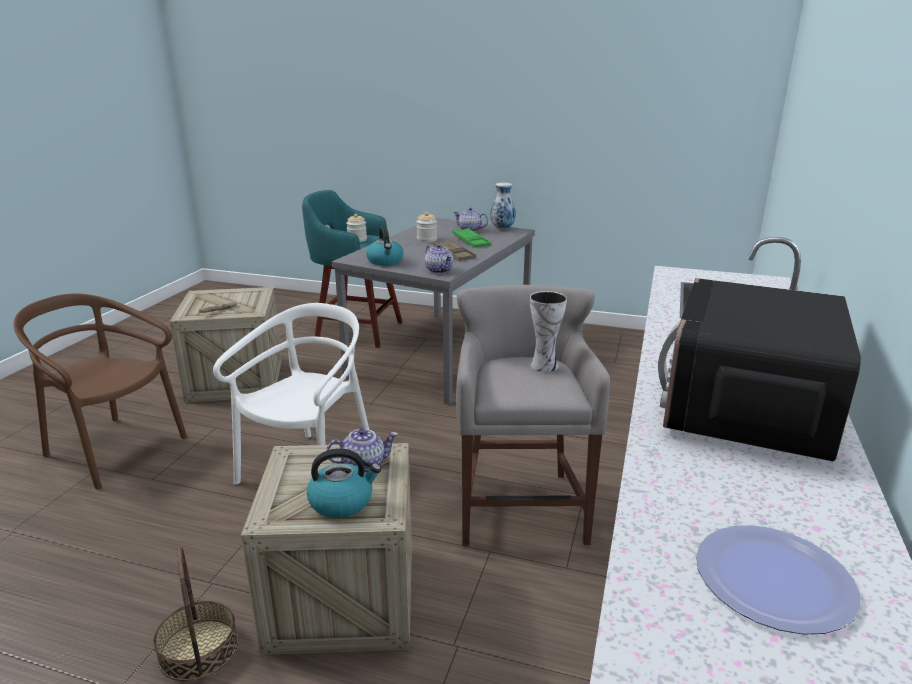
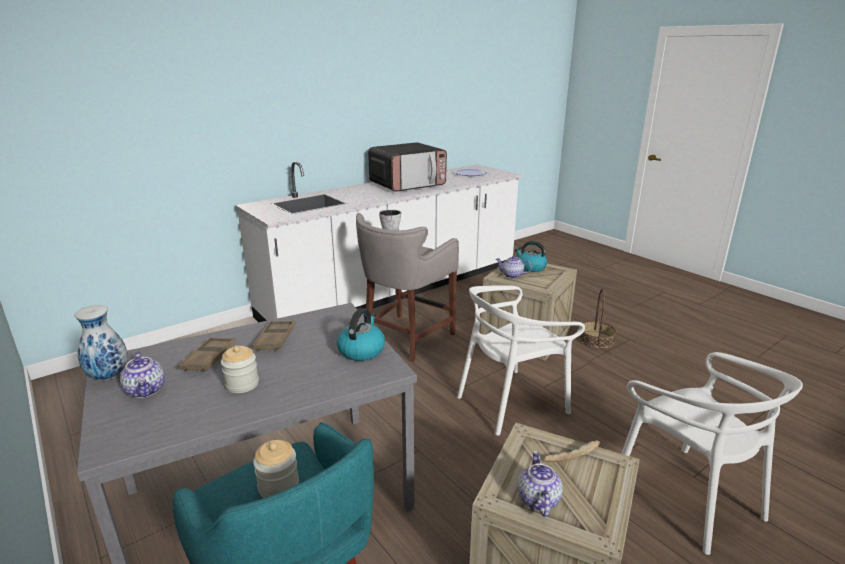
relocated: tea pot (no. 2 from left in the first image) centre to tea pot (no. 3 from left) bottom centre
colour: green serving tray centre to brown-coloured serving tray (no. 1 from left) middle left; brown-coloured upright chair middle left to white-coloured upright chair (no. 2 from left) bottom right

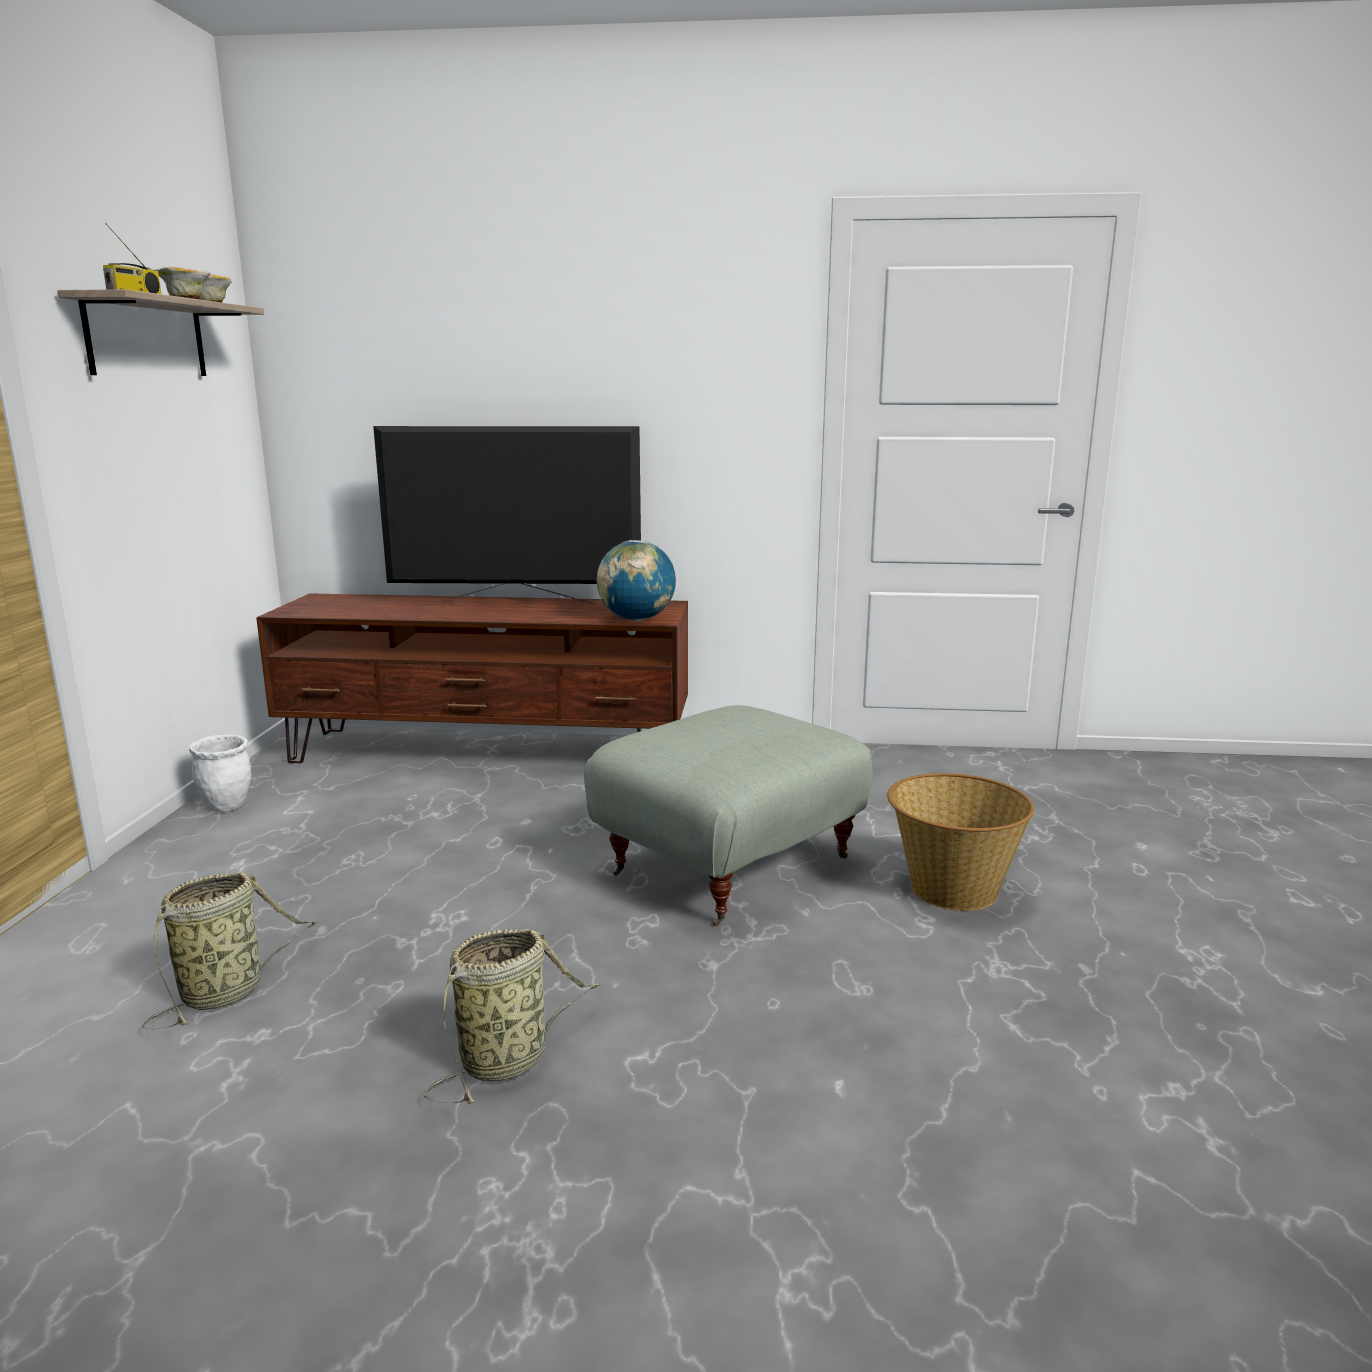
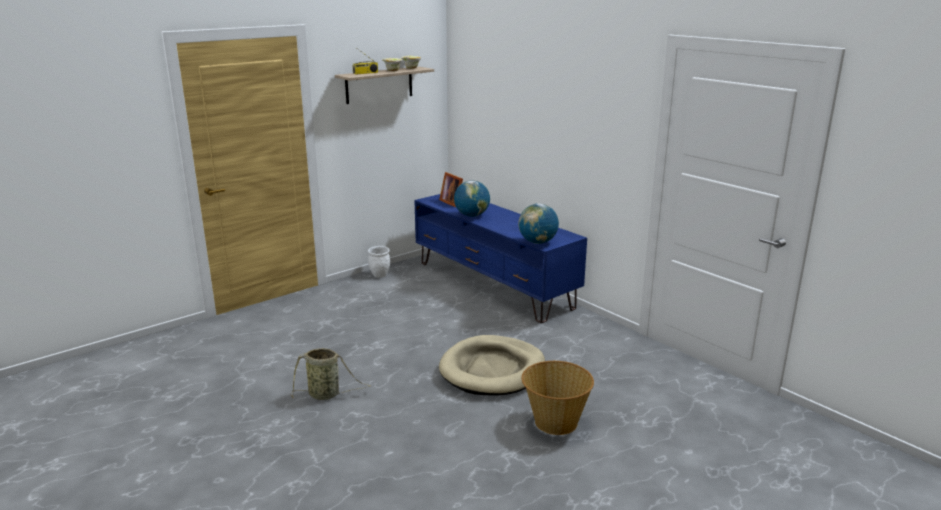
missing: storage basket (no. 1 from left) bottom left; television centre
appeared: photo frame centre; desk globe (no. 1 from left) centre
exchanged: gray ottoman centre to sand-coloured pet bed bottom centre
colour: brown-coloured media console centre to blue-coloured media console centre

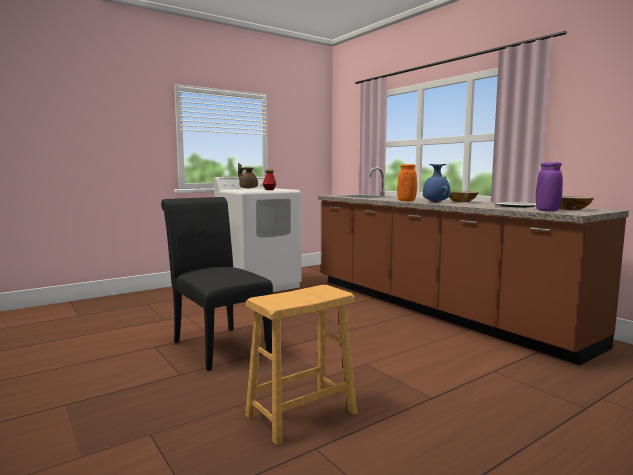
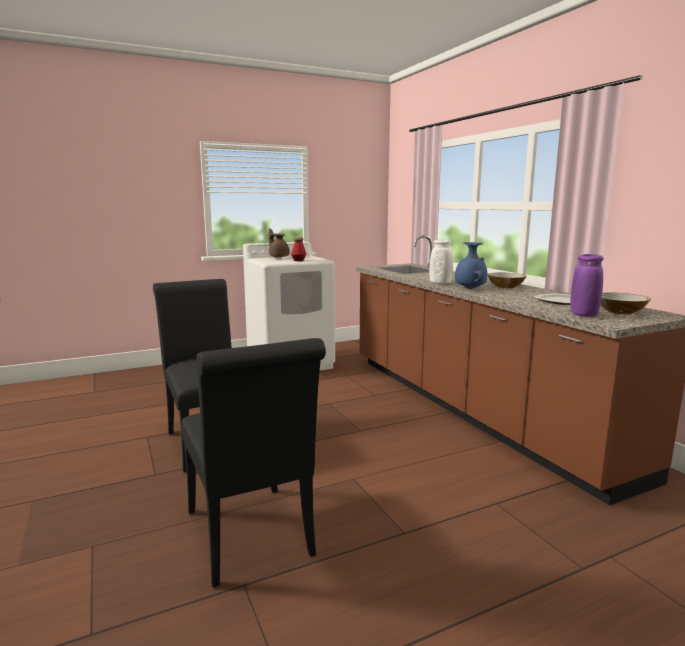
exchanged: brown-coloured stool seat bottom centre to blackish upright chair (no. 2 from left) bottom centre
colour: orange-coloured vase centre to white-coloured vase centre

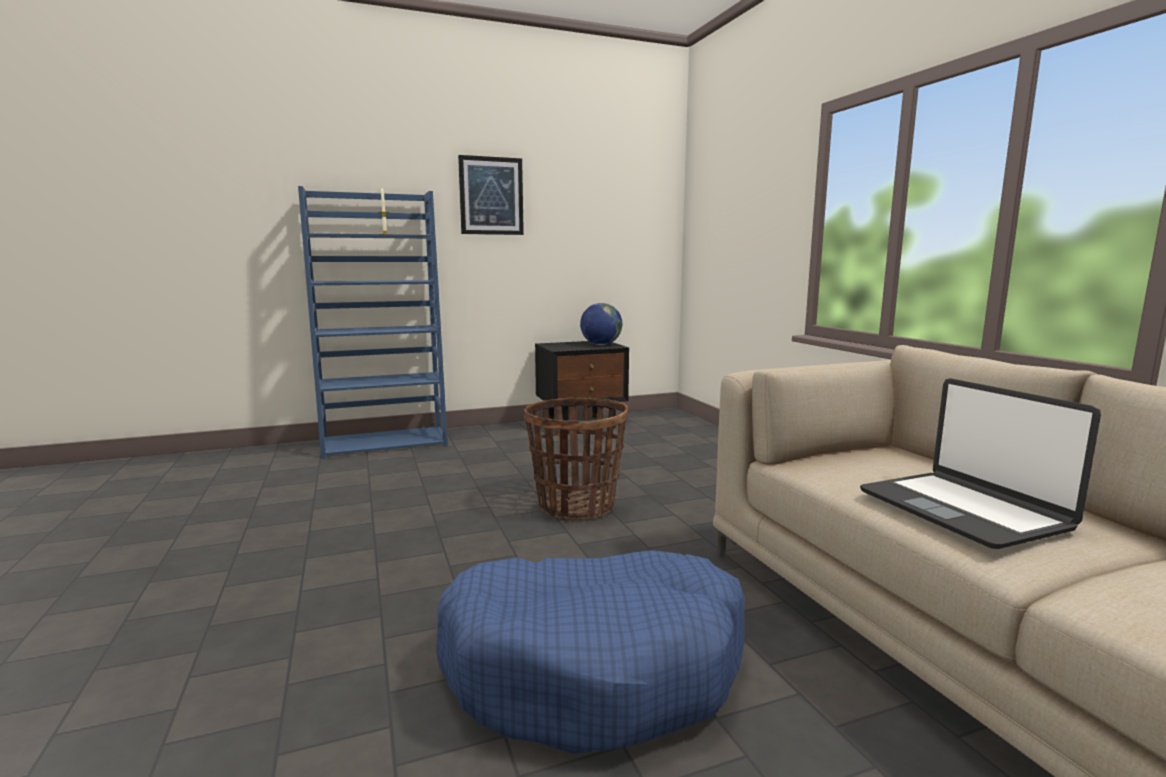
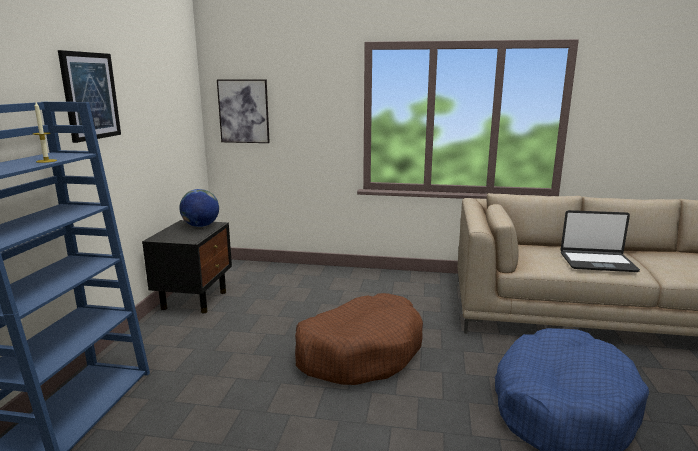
appeared: wall picture (no. 2 from left) top centre
exchanged: storage basket centre to brown-coloured pet bed bottom centre

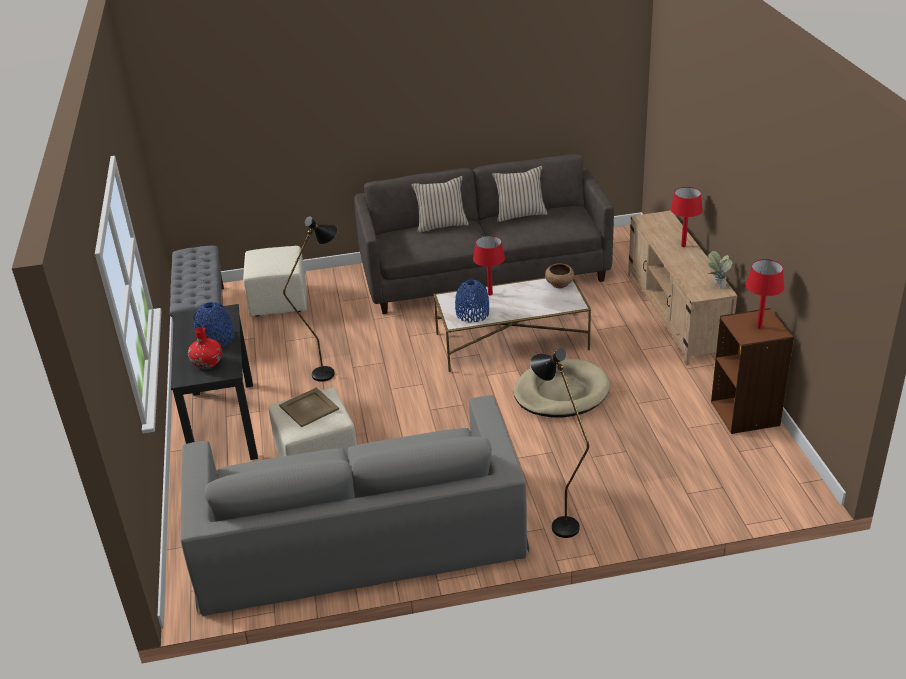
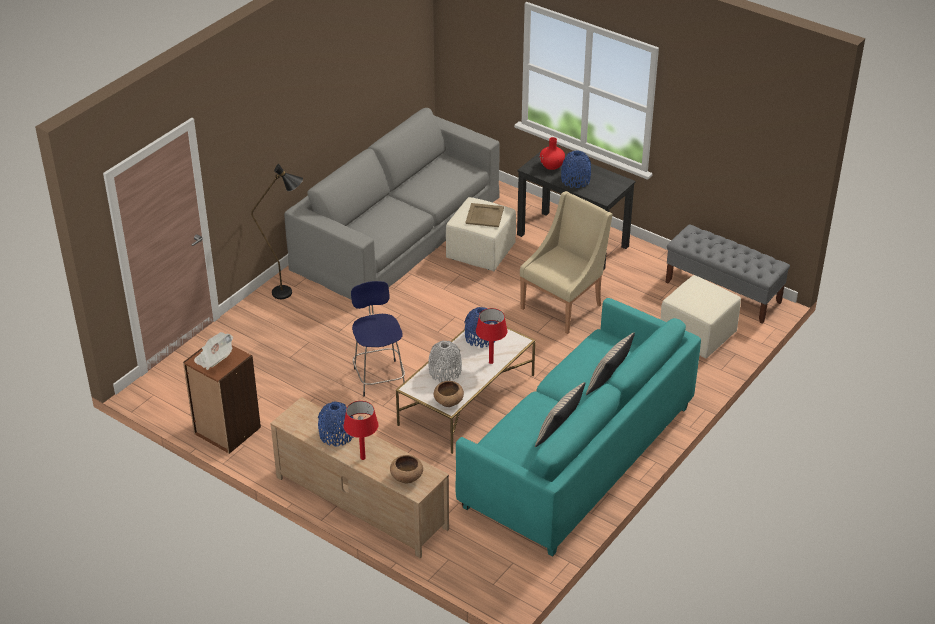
missing: plant in a pot middle right
appeared: blue-coloured vase (no. 1 from left) bottom centre; brown-coloured deep dish (no. 1 from left) bottom centre; gray vase centre
exchanged: red-coloured lamp for a table (no. 3 from left) middle right to daily paper middle left; sand-coloured pet bed centre to blue-coloured stool seat centre; blackish standard lamp (no. 1 from left) centre to sand-coloured lounge chair centre
colour: gray couch (no. 2 from left) centre to turquoise-coloured couch bottom centre

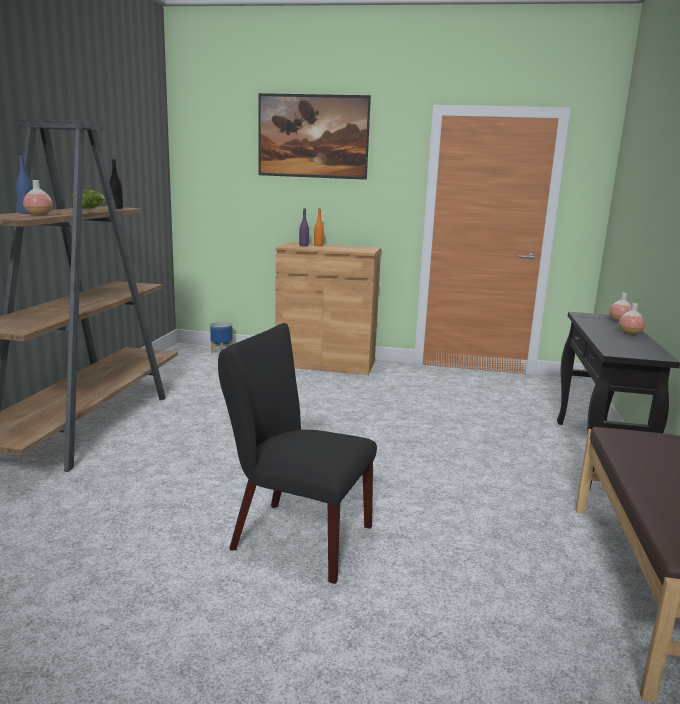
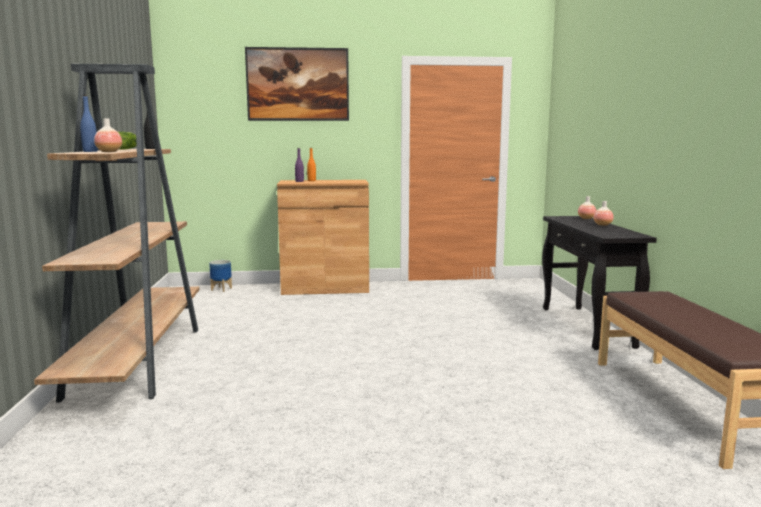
missing: blackish upright chair centre

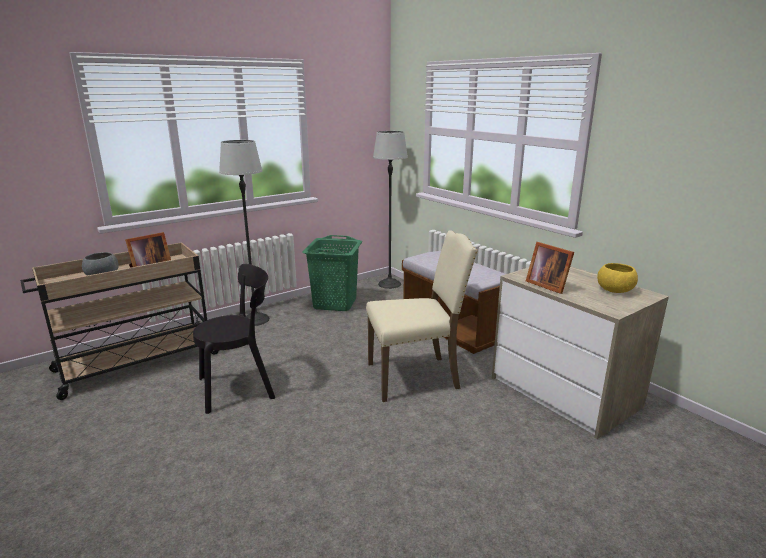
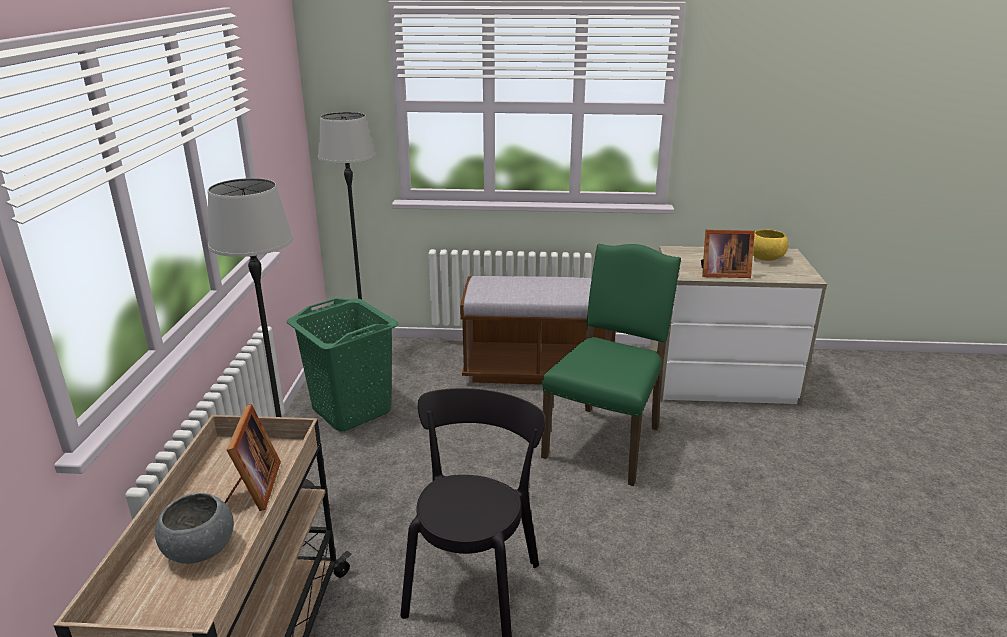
colour: sand-coloured upright chair centre to green upright chair centre

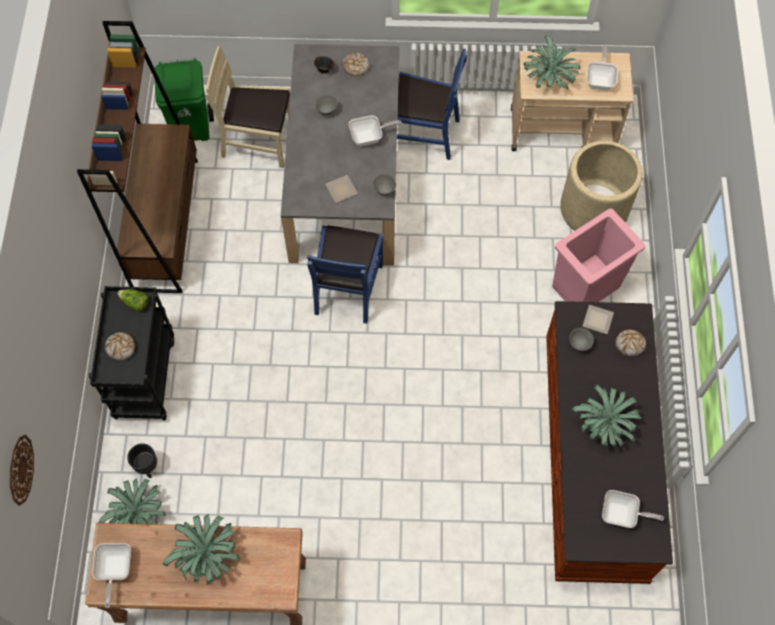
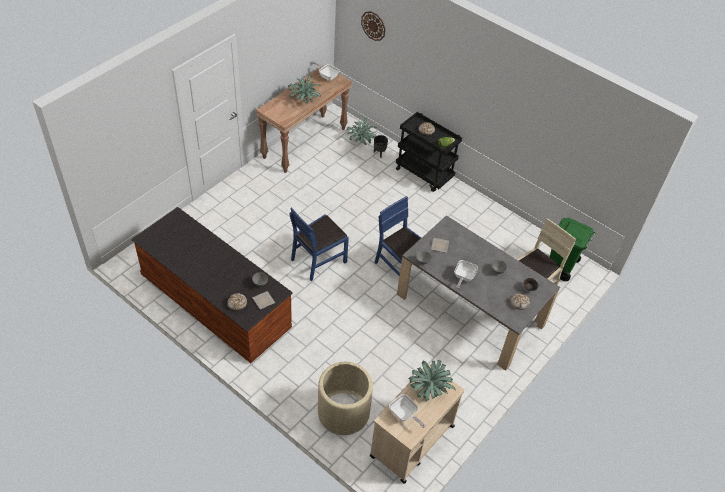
missing: brown-coloured bookcase top left; pinkish trash can middle right; plant in a pot (no. 4 from left) middle right; skillet (no. 4 from left) bottom right
relocated: blue-coloured upright chair (no. 2 from left in the first image) top centre to blue-coloured upright chair (no. 1 from left) centre

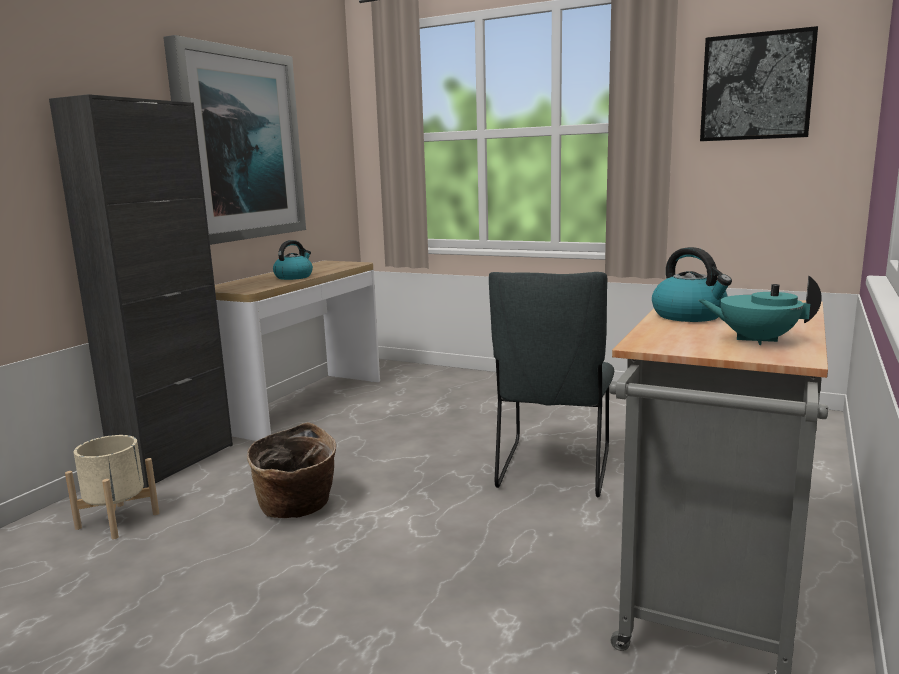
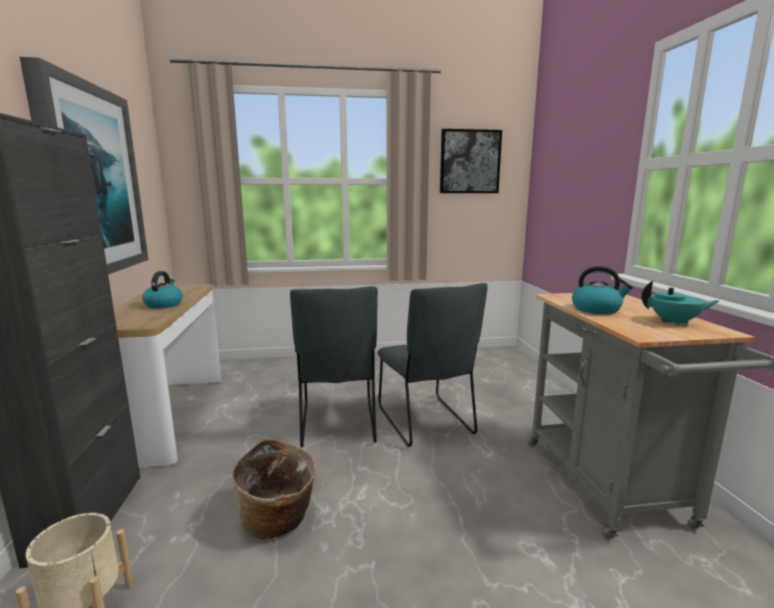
appeared: gray upright chair (no. 1 from left) centre
spun: turquoise-coloured tea pot middle right = middle right 150 degrees counterclockwise

